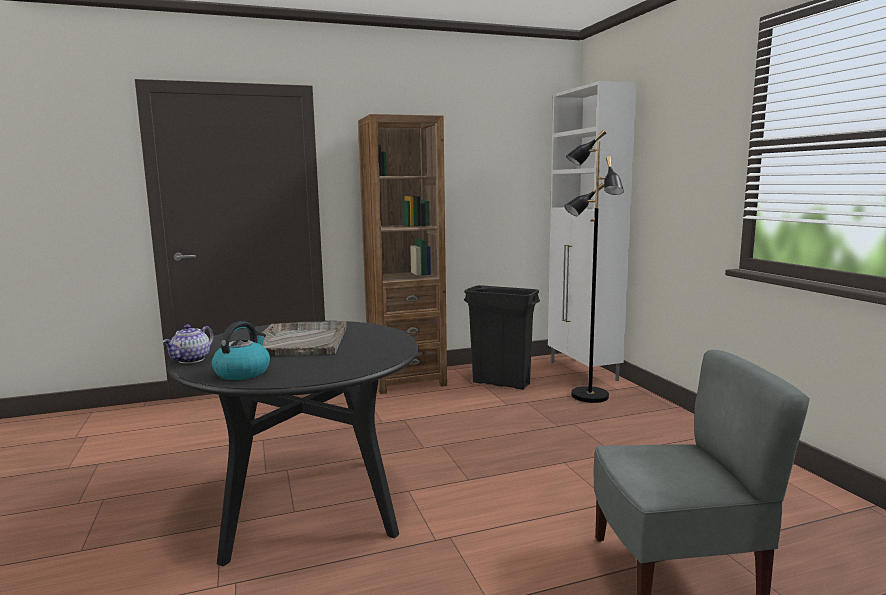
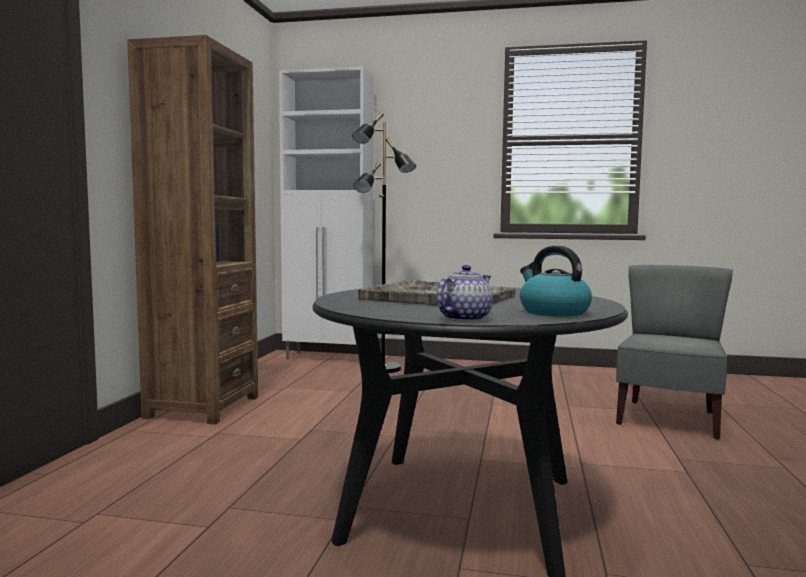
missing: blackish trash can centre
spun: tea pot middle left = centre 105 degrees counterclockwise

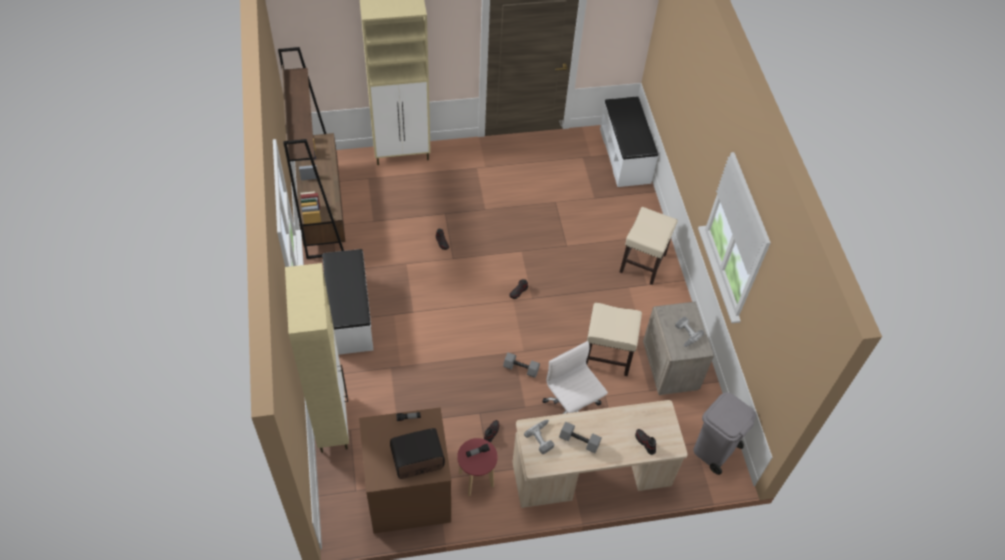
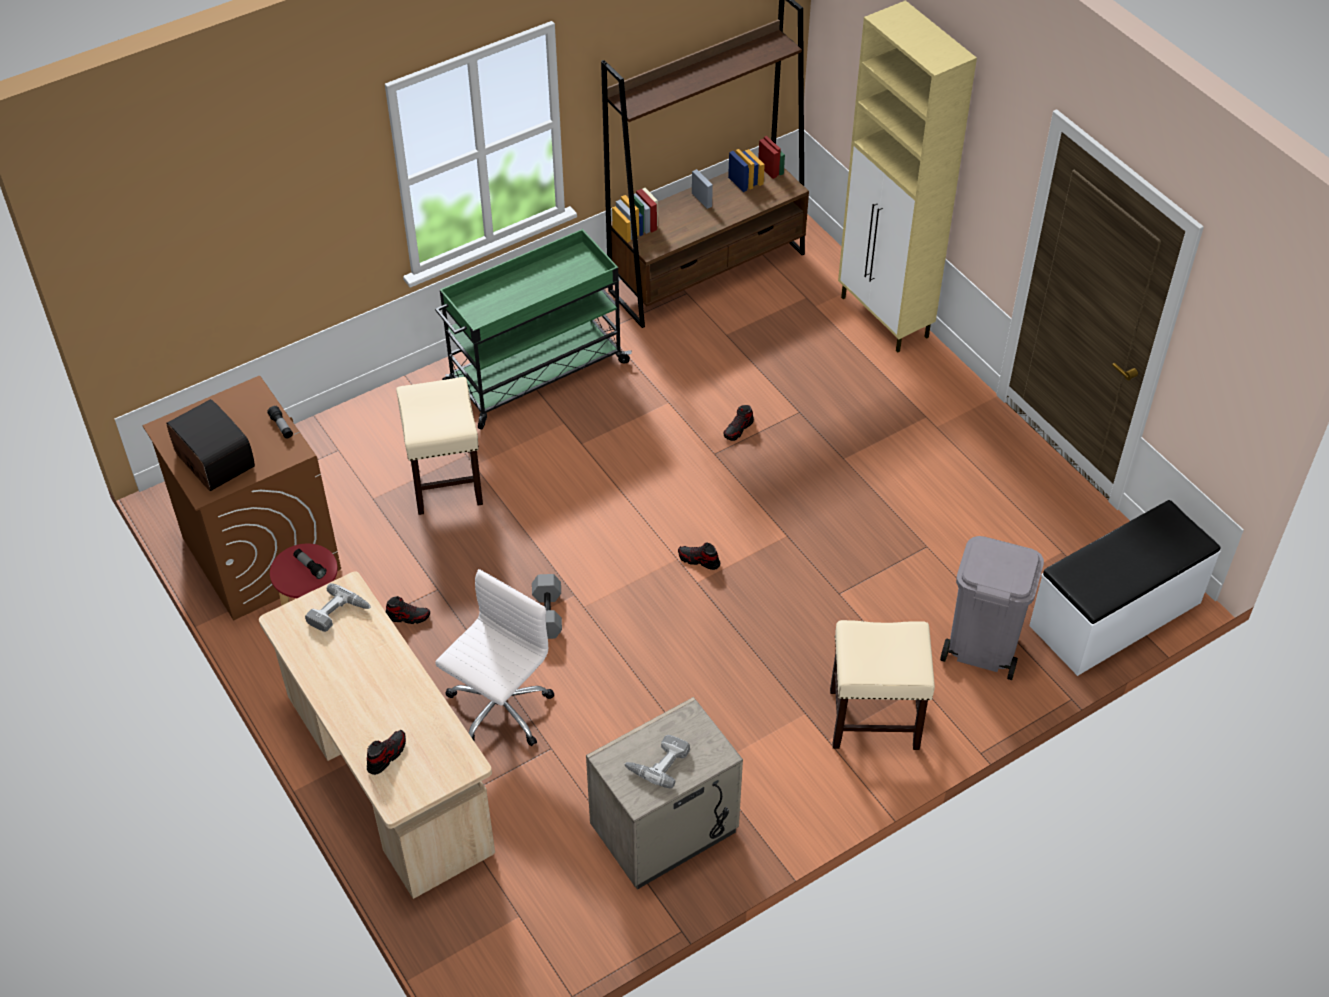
missing: sand-coloured cupboard (no. 1 from left) middle left; gray free weight (no. 2 from left) bottom centre
relocated: sand-coloured stool seat (no. 1 from left) centre to middle left; gray trash can bottom right to middle right
exchanged: white-coloured bench (no. 1 from left) centre to green trolley top centre

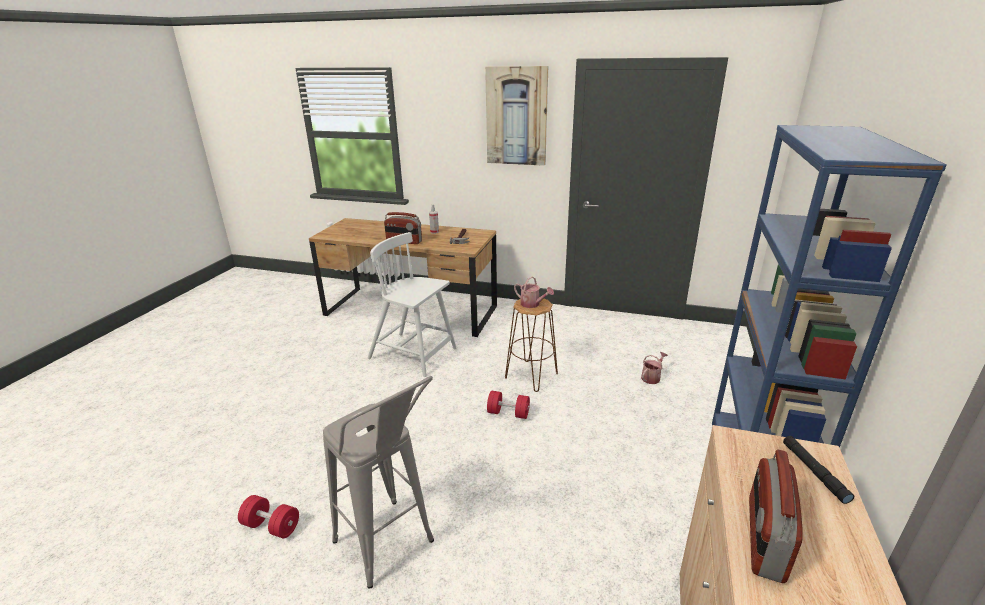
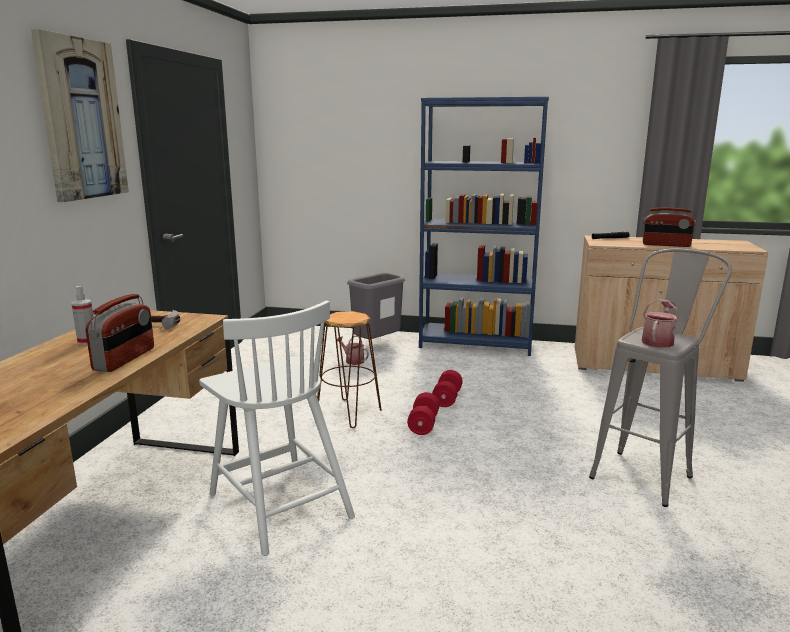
appeared: gray trash can centre
relocated: red-coloured free weight (no. 1 from left in the first image) bottom left to red-coloured free weight (no. 2 from left) centre; watering can (no. 1 from left in the first image) centre to watering can (no. 2 from left) middle right
spun: white-coloured upright chair centre = bottom centre 60 degrees counterclockwise

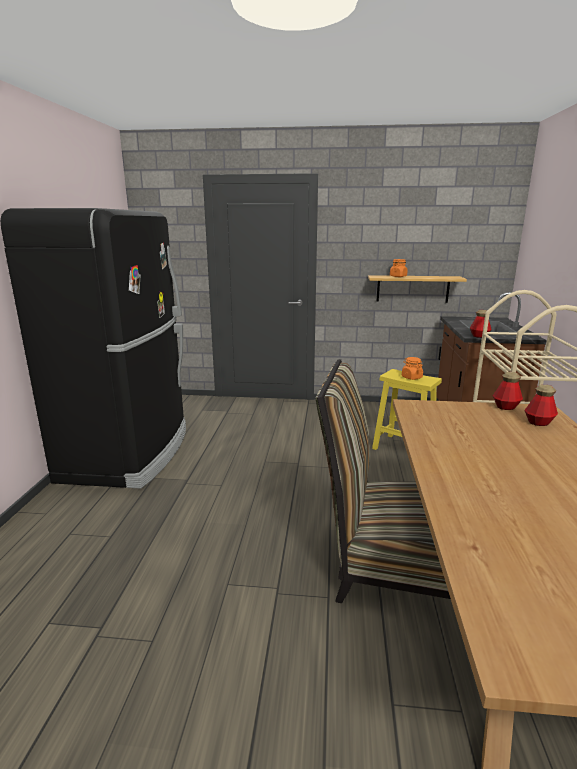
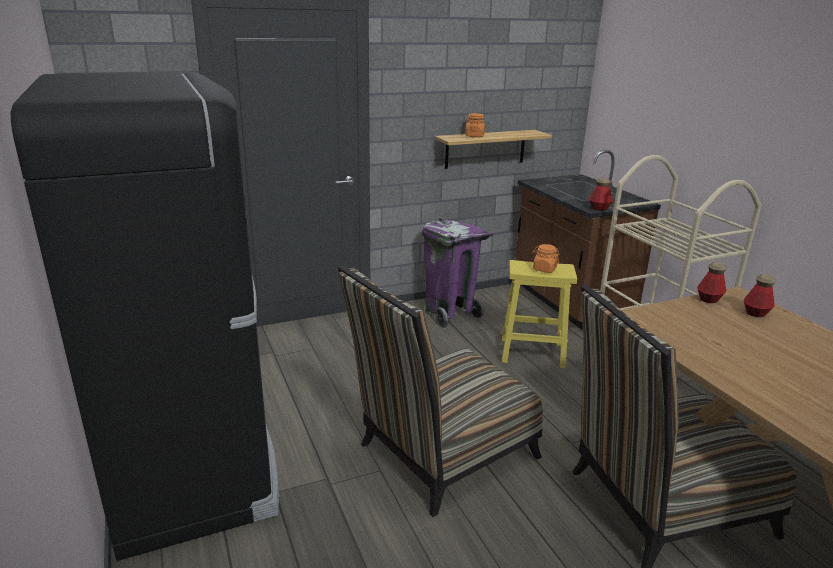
appeared: upright chair (no. 1 from left) bottom centre; purplish trash can centre

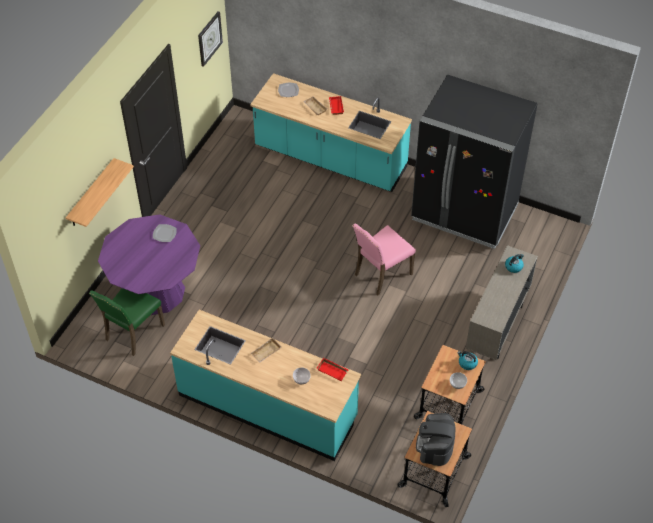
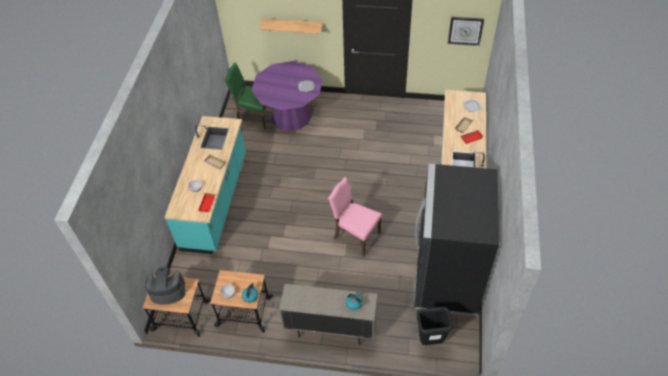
appeared: blackish trash can bottom centre

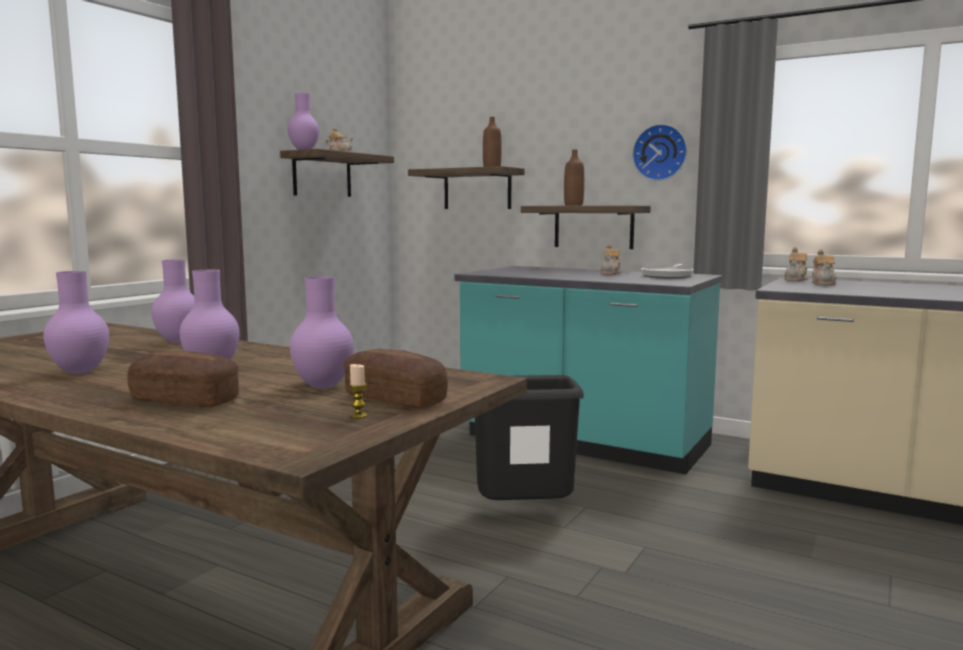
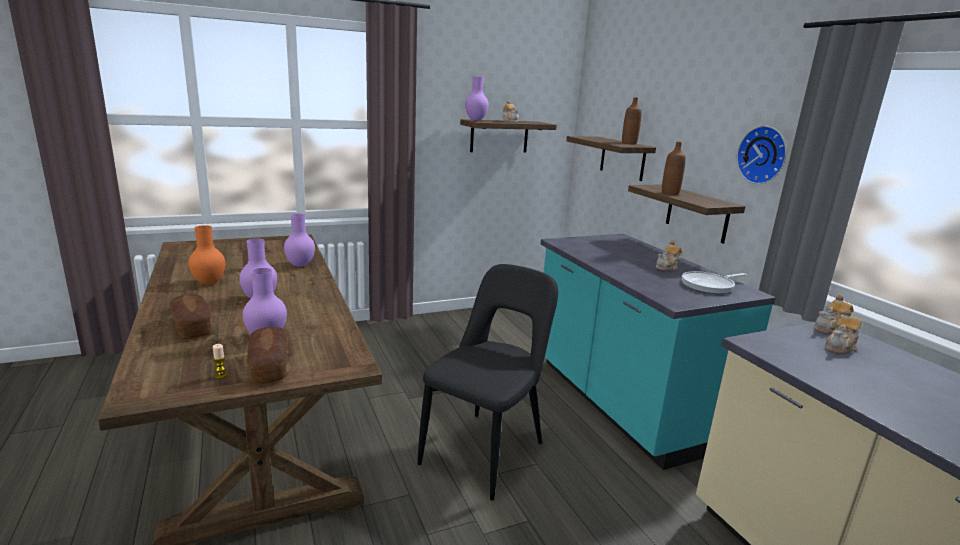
exchanged: blackish trash can bottom centre to blackish upright chair bottom centre
colour: purplish vase (no. 1 from left) middle left to orange-coloured vase middle left

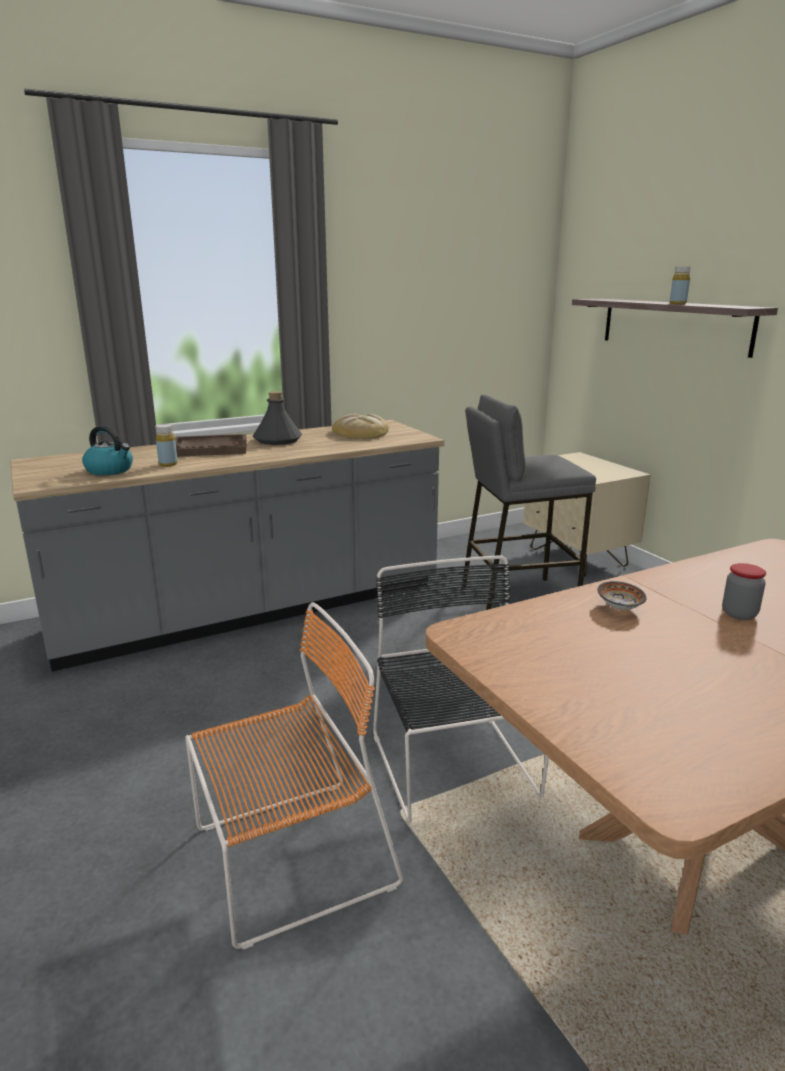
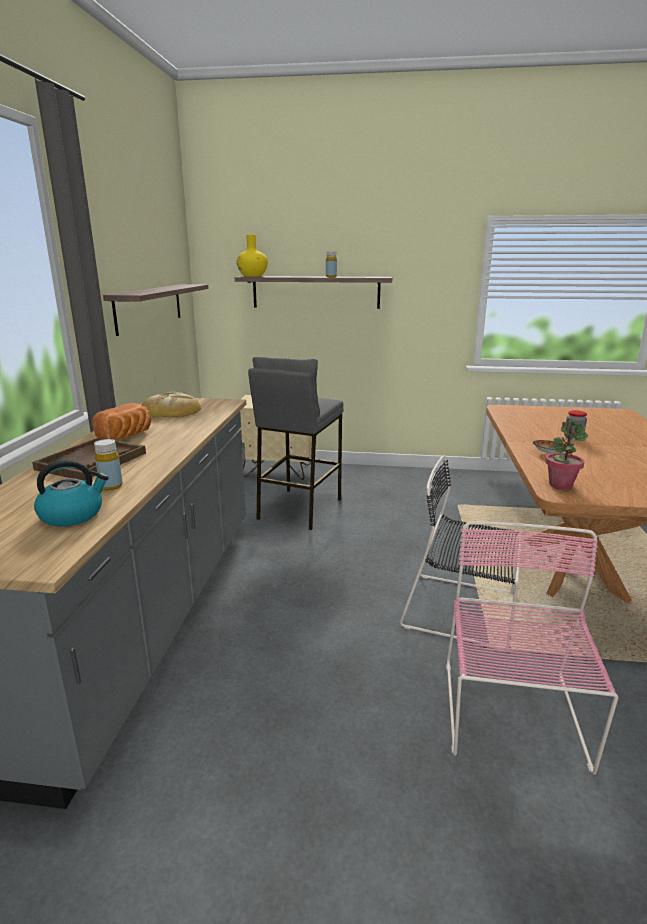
appeared: shelf (no. 1 from left) middle left; yellow vase top centre; plant in a pot middle right
exchanged: gray beverage bottle centre to bread (no. 1 from left) middle left
colour: orange-coloured upright chair bottom centre to pinkish upright chair bottom right

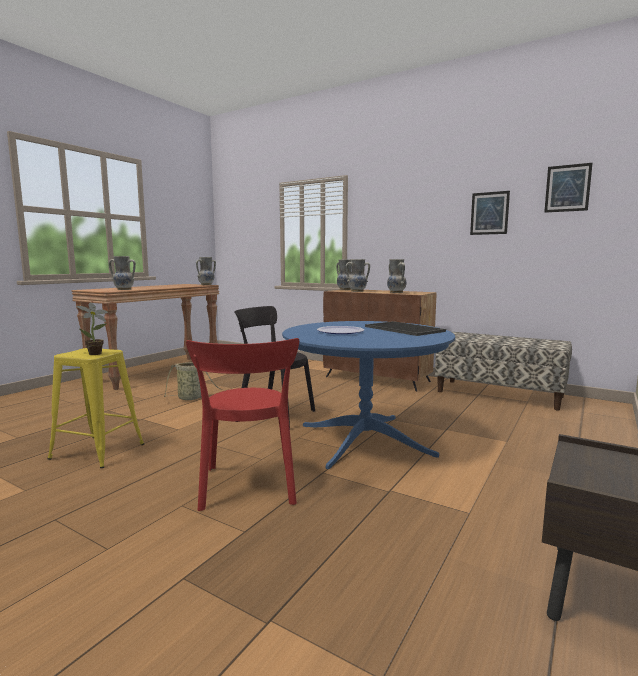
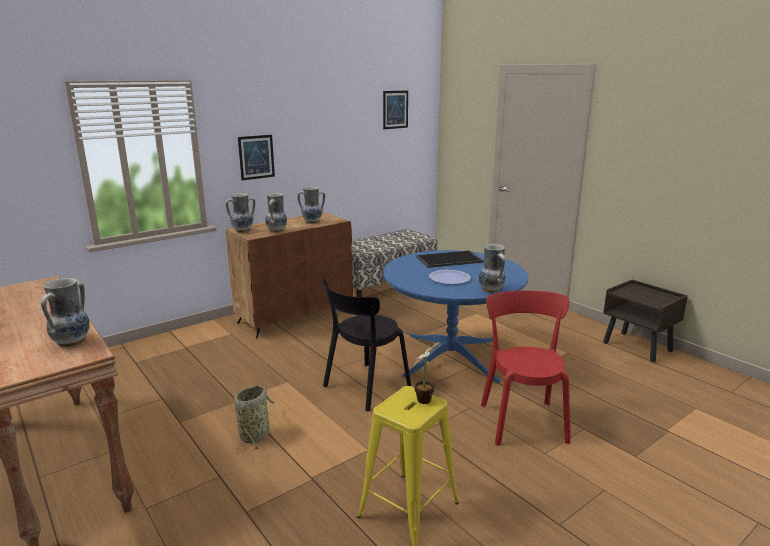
relocated: wall picture (no. 1 from left) top right to top left; vase (no. 2 from left in the first image) middle left to vase (no. 5 from left) centre
spun: red-coloured upright chair centre = bottom right 105 degrees counterclockwise

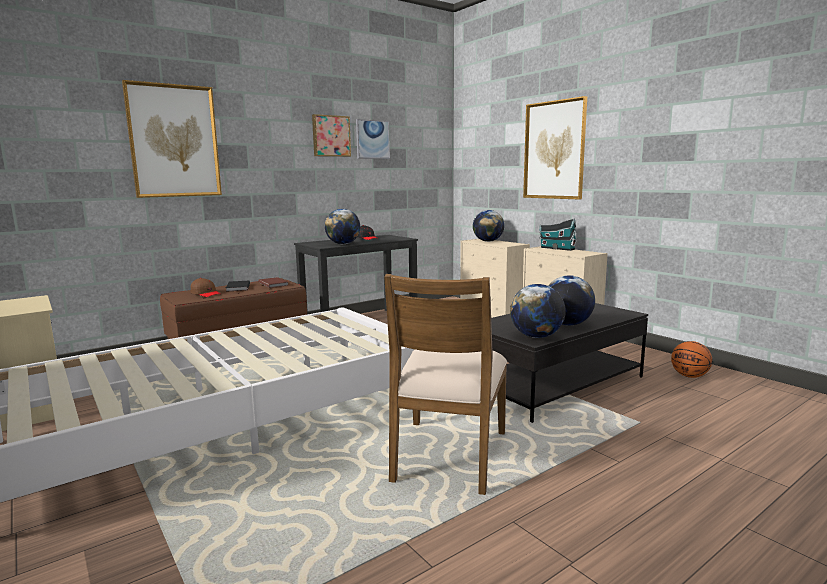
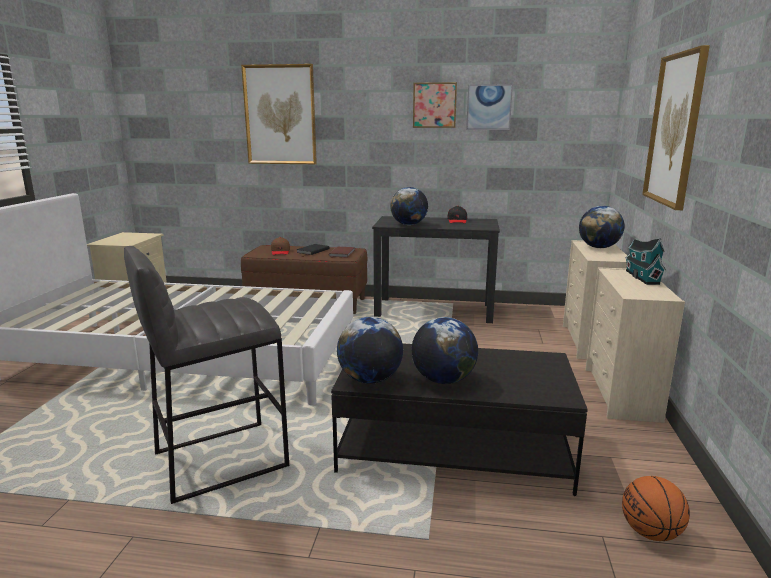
exchanged: brown-coloured upright chair centre to gray stool seat middle left

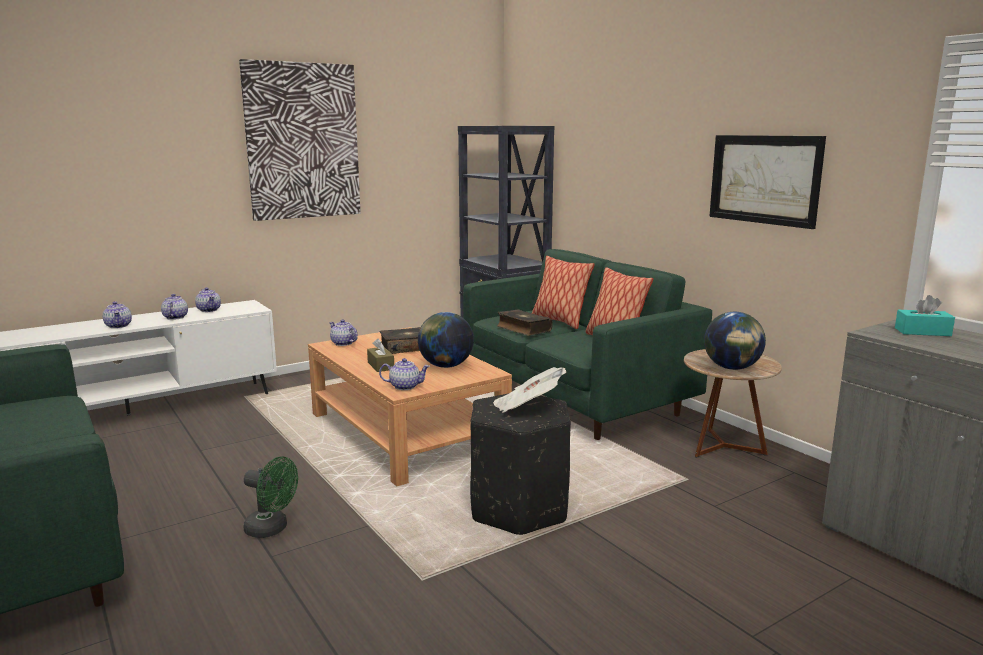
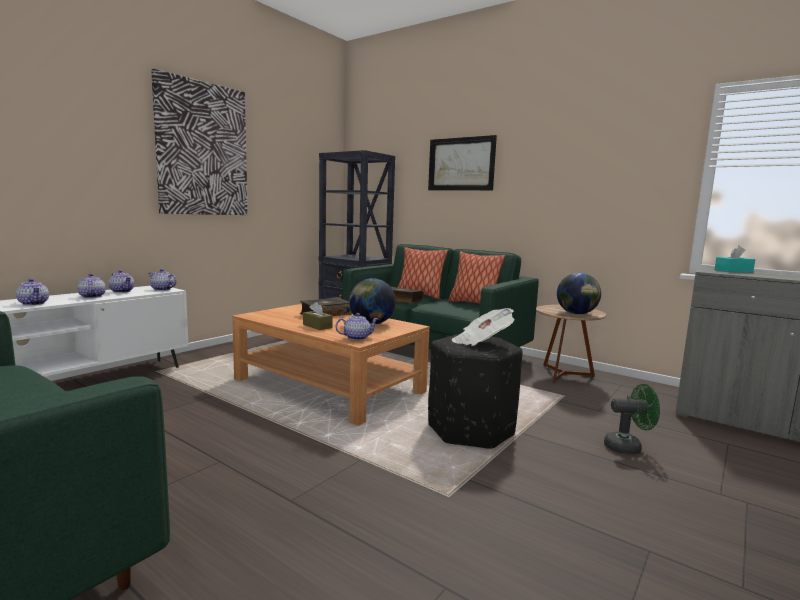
relocated: tea pot (no. 4 from left) centre to middle left; wall picture (no. 2 from left) top right to top centre; green fan bottom left to bottom right

